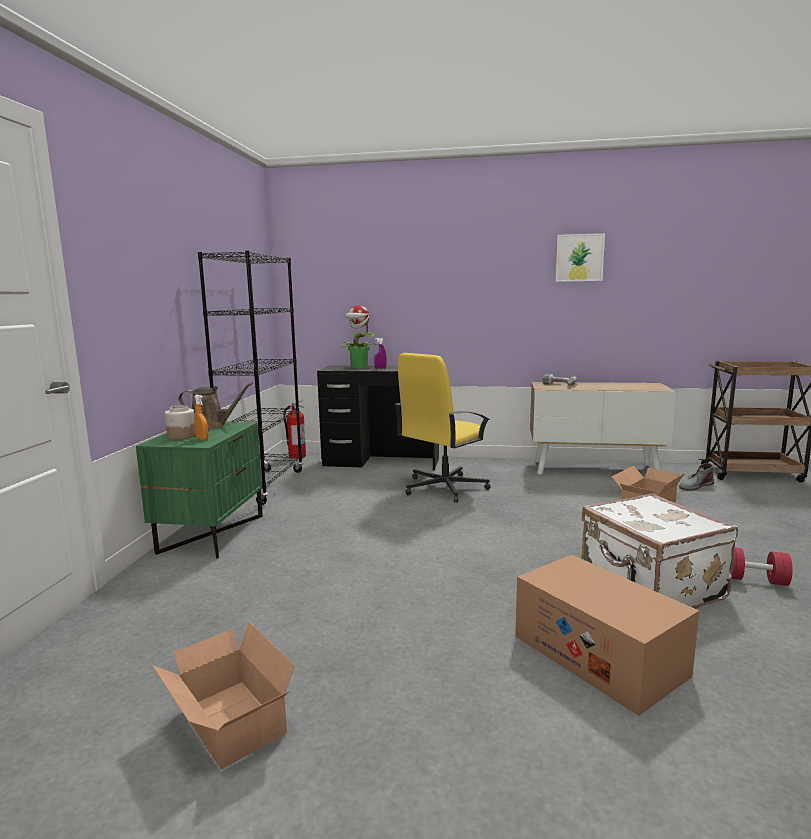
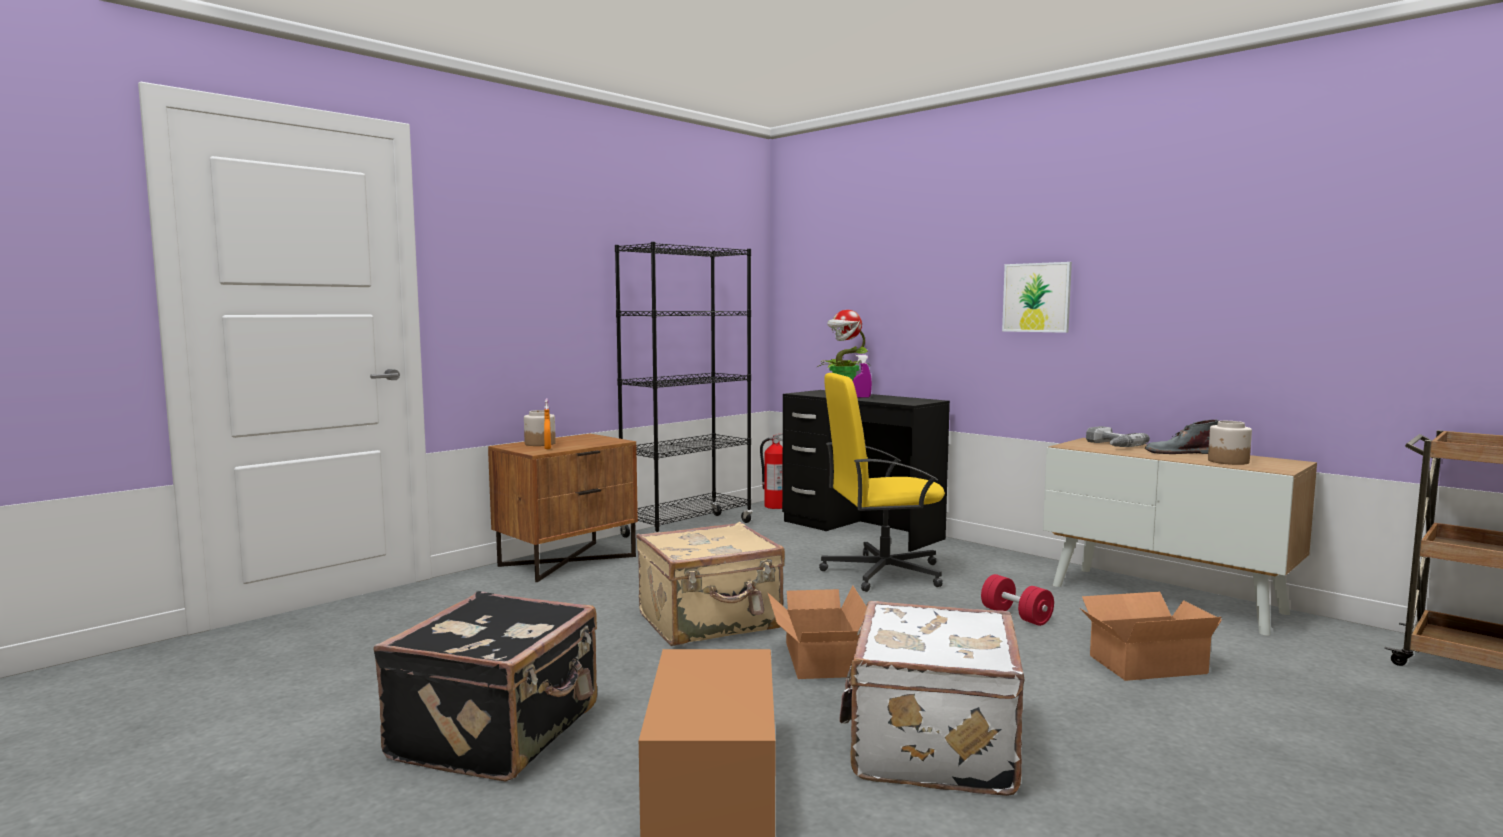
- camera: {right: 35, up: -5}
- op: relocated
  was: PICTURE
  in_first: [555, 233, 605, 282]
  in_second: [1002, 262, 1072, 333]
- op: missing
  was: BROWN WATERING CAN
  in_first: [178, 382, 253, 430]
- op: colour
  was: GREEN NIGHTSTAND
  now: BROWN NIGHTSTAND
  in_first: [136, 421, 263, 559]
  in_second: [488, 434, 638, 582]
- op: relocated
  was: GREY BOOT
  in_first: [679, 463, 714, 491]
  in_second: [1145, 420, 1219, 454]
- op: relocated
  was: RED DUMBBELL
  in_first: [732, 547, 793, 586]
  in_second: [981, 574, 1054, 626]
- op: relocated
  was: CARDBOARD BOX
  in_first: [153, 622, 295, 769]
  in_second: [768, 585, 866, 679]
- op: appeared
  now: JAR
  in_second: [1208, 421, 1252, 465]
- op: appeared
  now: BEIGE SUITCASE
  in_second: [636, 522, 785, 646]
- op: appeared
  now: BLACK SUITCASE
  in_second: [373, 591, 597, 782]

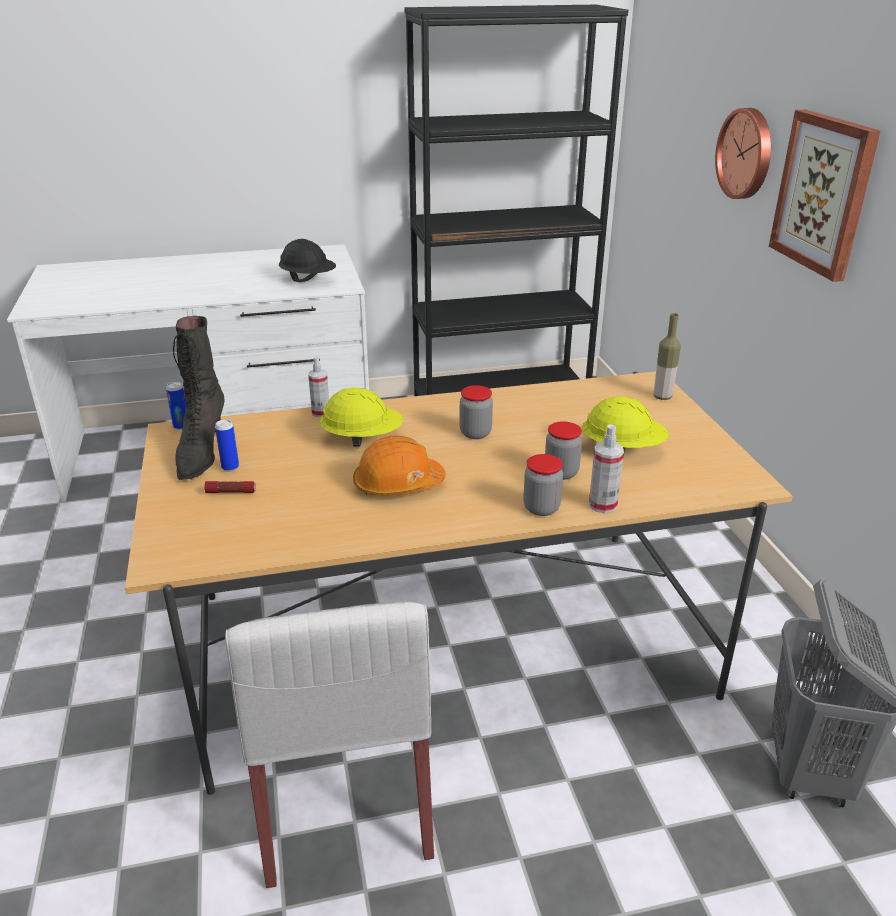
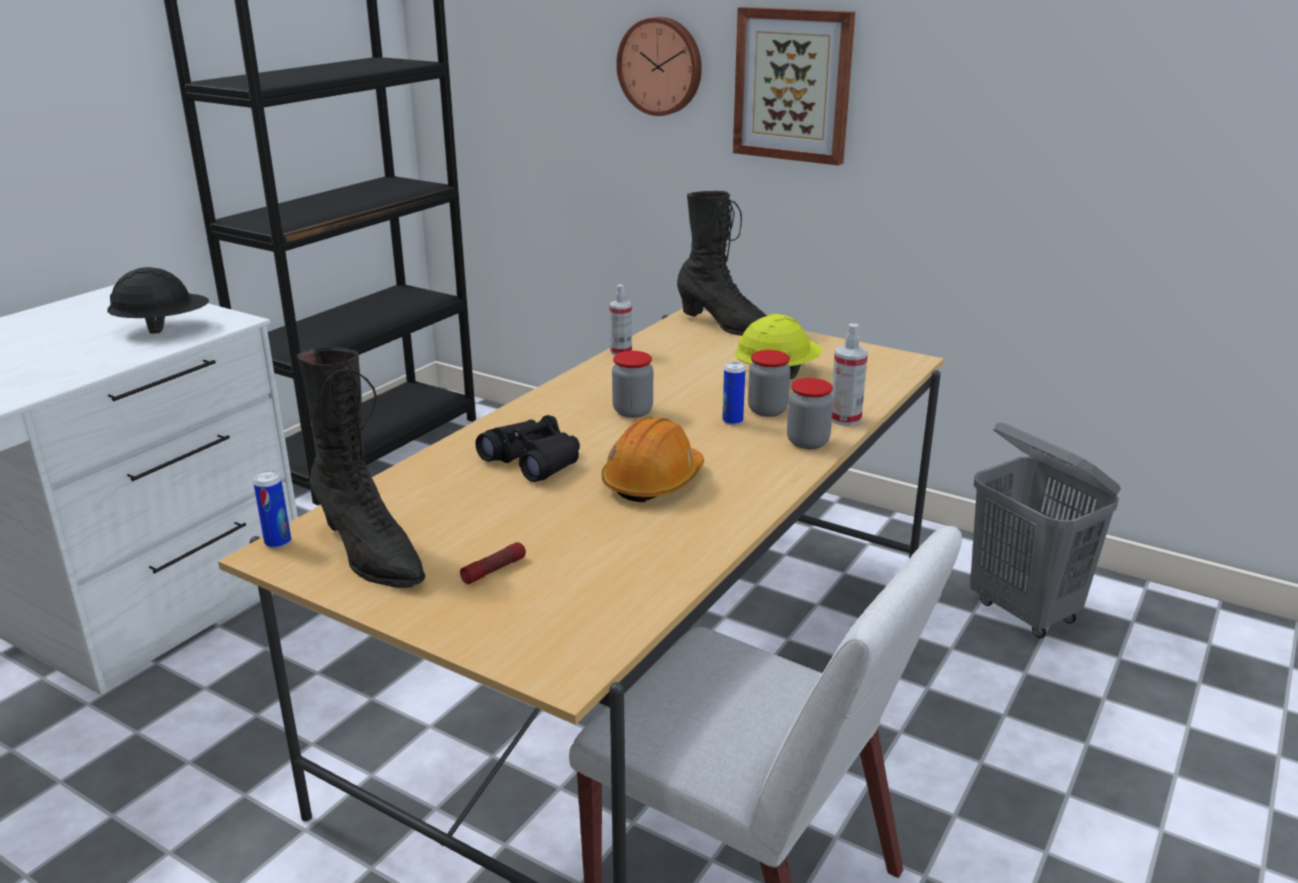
- camera: {right: -45, up: -5}
- op: exchanged
  was: BOTTLE
  now: BLACK BOOT
  in_first: [654, 313, 681, 400]
  in_second: [677, 191, 767, 336]
- op: relocated
  was: SPRAY BOTTLE
  in_first: [308, 357, 329, 417]
  in_second: [609, 284, 632, 355]
- op: exchanged
  was: YELLOW HARD HAT
  now: BLACK BINOCULARS
  in_first: [320, 387, 404, 447]
  in_second: [475, 415, 580, 482]
- op: relocated
  was: CAN
  in_first: [215, 420, 239, 471]
  in_second: [722, 362, 745, 425]

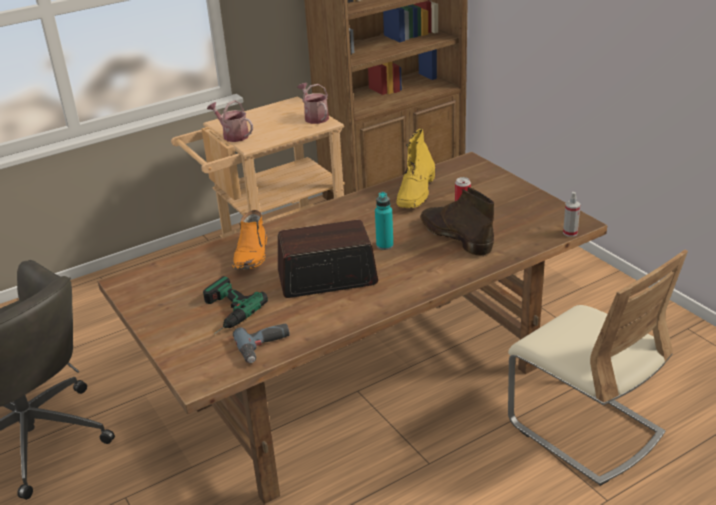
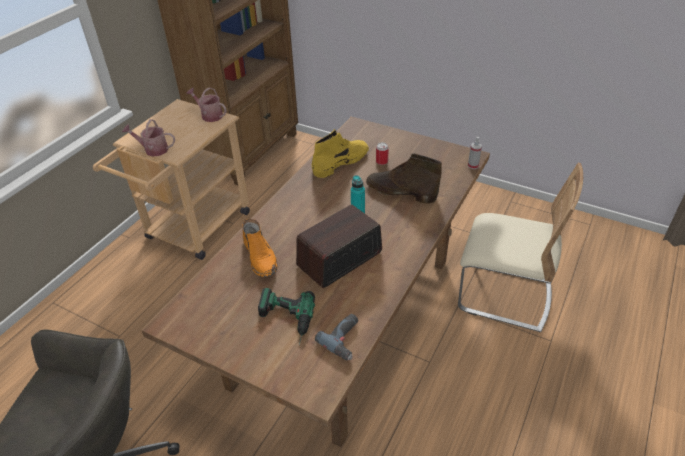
- camera: {right: -30, up: 10}
- op: spun
  was: YELLOW BOOT
  in_first: [397, 128, 435, 208]
  in_second: [312, 129, 369, 178]
  clockwise: -120

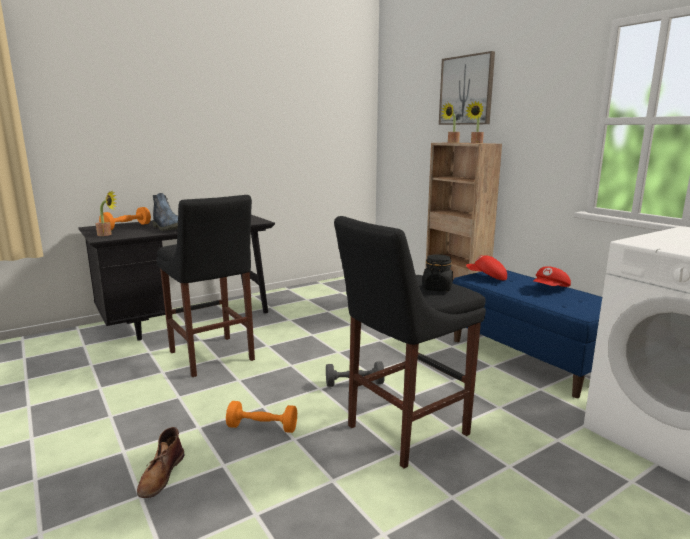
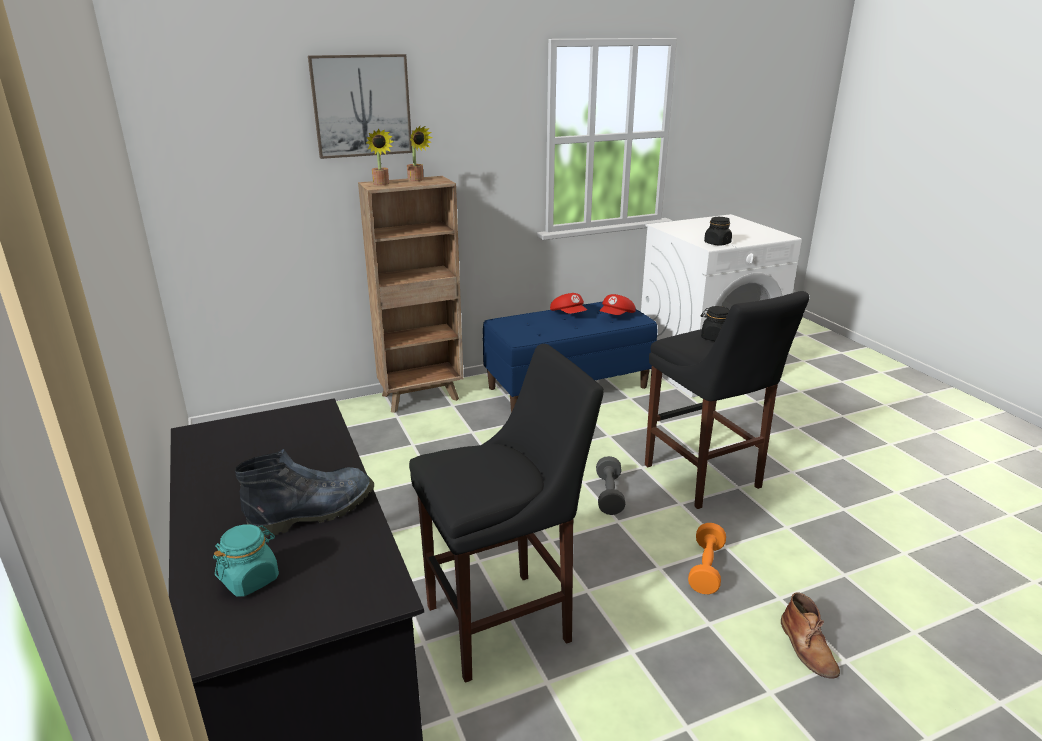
- camera: {right: -80, up: 10}
- op: missing
  was: POTTED PLANT
  in_first: [96, 190, 116, 236]
- op: exchanged
  was: ORANGE DUMBBELL
  now: TURQUOISE JAR
  in_first: [99, 207, 151, 230]
  in_second: [213, 524, 279, 597]
- op: relocated
  was: RED CAP
  in_first: [466, 255, 507, 280]
  in_second: [599, 294, 636, 315]
- op: spun
  was: BROWN BOOT
  in_first: [137, 427, 184, 498]
  in_second: [781, 592, 840, 679]
  clockwise: 60
- op: appeared
  now: BLACK JAR
  in_second: [704, 217, 732, 246]

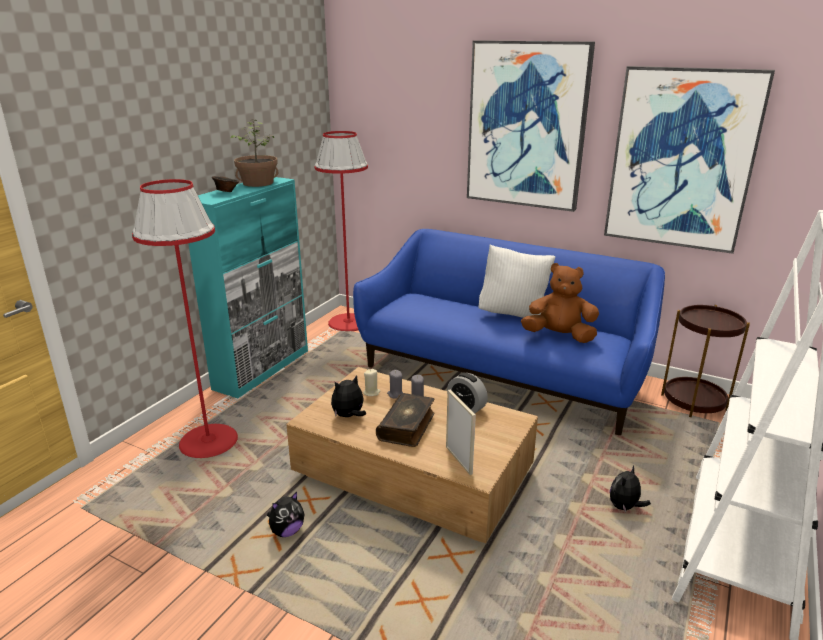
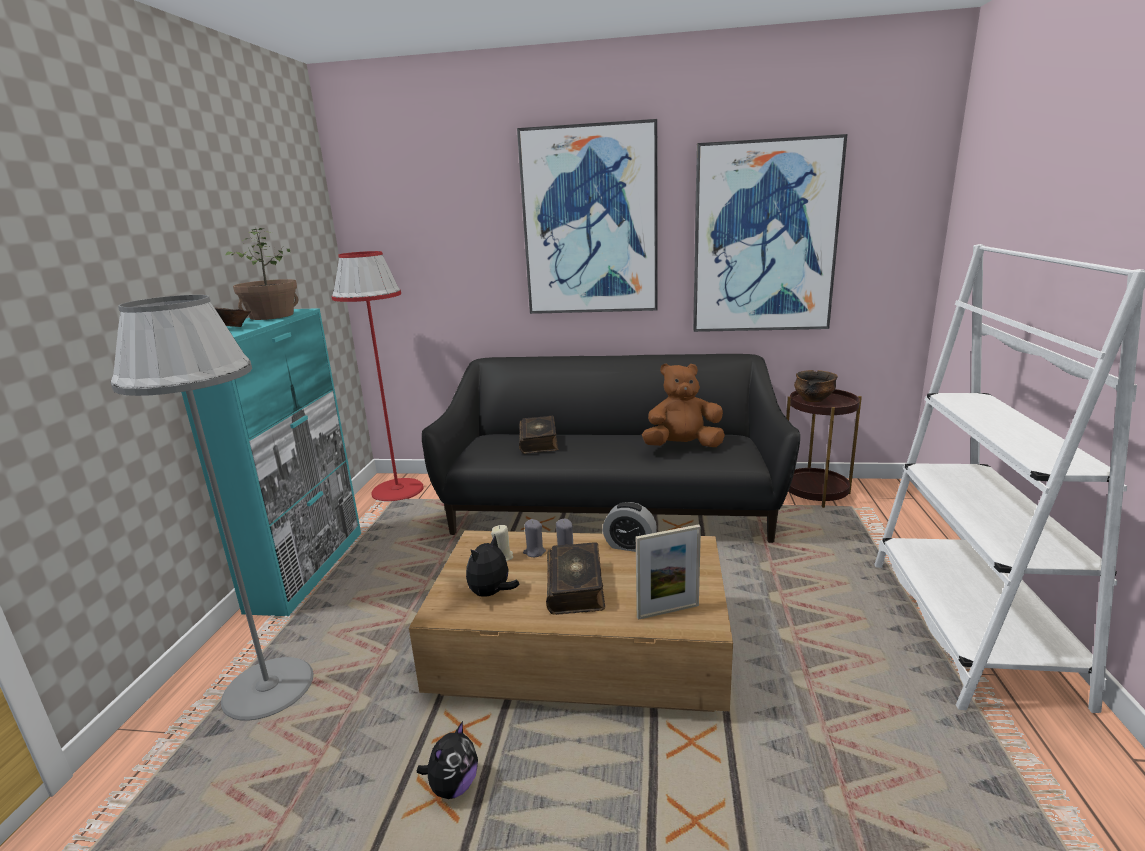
- camera: {right: -20, up: -5}
- op: colour
  was: RED FLOOR LAMP
  now: GREY FLOOR LAMP
  in_first: [132, 179, 238, 458]
  in_second: [111, 295, 313, 721]
- op: colour
  was: BLUE SOFA
  now: BLACK SOFA
  in_first: [353, 229, 665, 435]
  in_second: [422, 354, 800, 543]
- op: missing
  was: WHITE PILLOW
  in_first: [479, 245, 556, 318]
- op: spun
  was: PICTURE FRAME
  in_first: [446, 389, 476, 475]
  in_second: [636, 525, 701, 620]
  clockwise: 120
- op: missing
  was: PLUSH TOY
  in_first: [610, 465, 651, 512]
- op: appeared
  now: BOWL
  in_second: [794, 370, 838, 402]
- op: appeared
  now: BOOK
  in_second: [519, 416, 558, 454]

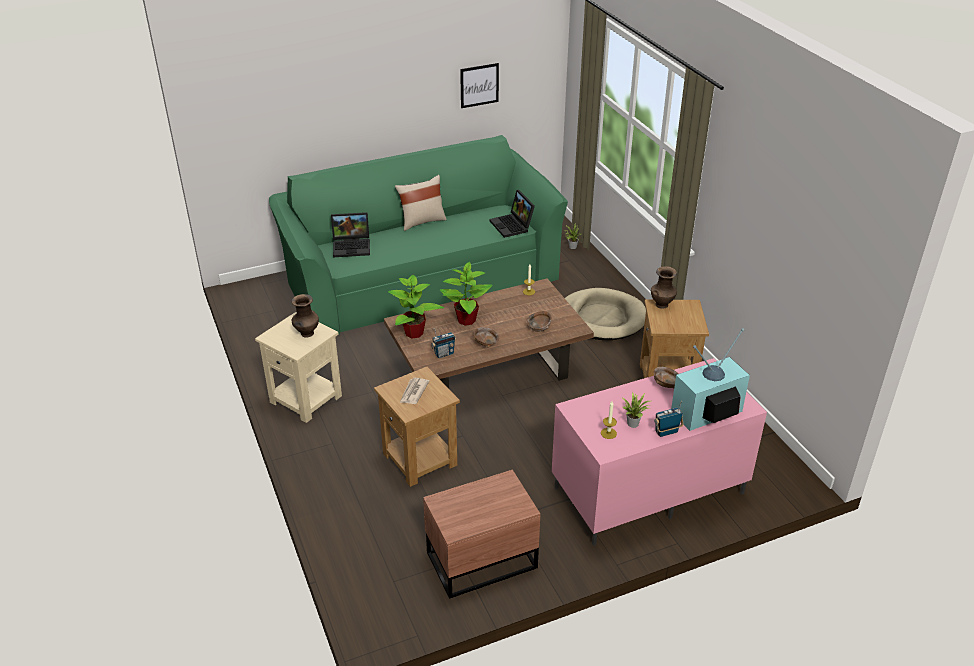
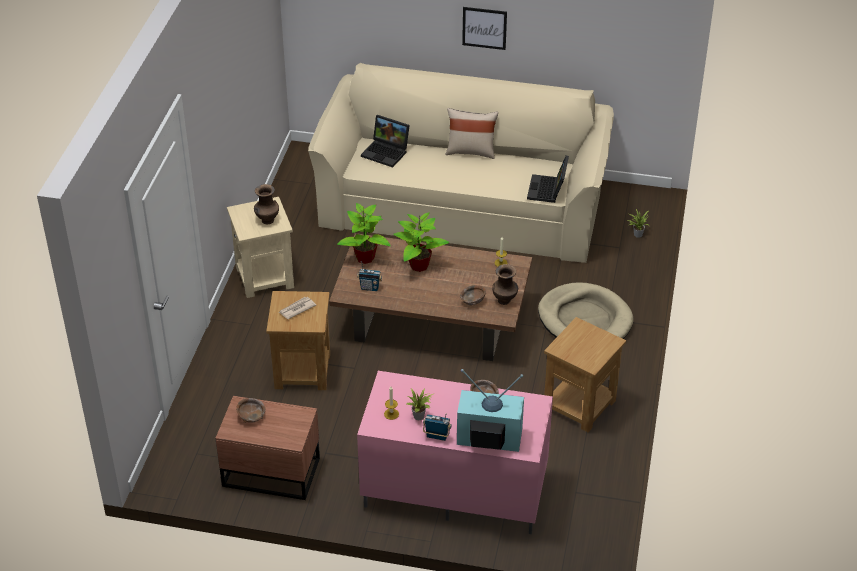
- camera: {right: 35, up: 5}
- op: relocated
  was: PICTURE
  in_first: [460, 63, 499, 108]
  in_second: [462, 7, 507, 50]
- op: colour
  was: GREEN SOFA
  now: BEIGE SOFA
  in_first: [269, 135, 568, 334]
  in_second: [308, 63, 614, 263]
- op: relocated
  was: BROWN VASE
  in_first: [651, 266, 677, 309]
  in_second: [492, 264, 518, 305]
- op: relocated
  was: BROWN BOWL
  in_first: [473, 327, 499, 348]
  in_second: [236, 398, 265, 423]

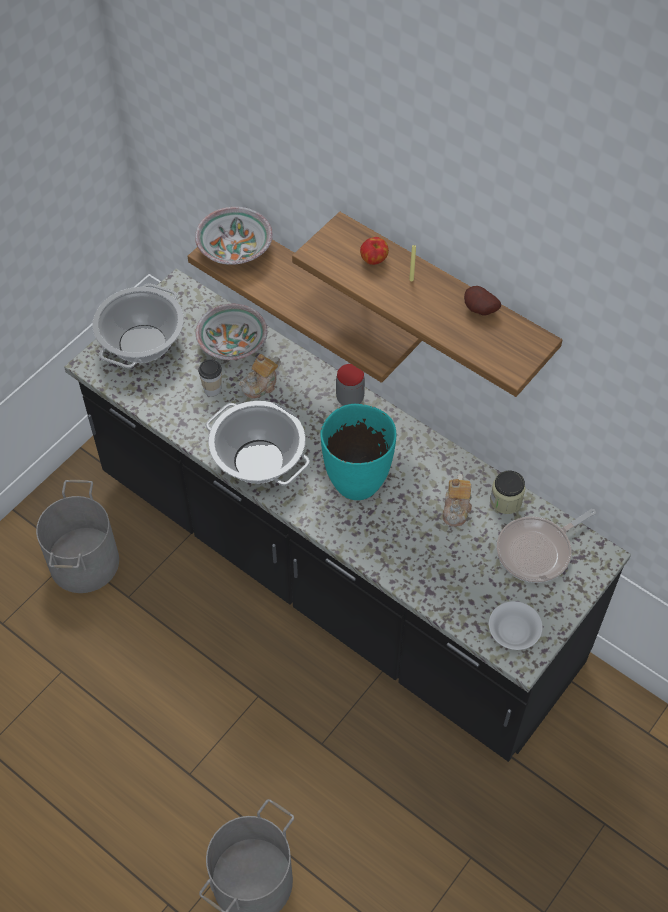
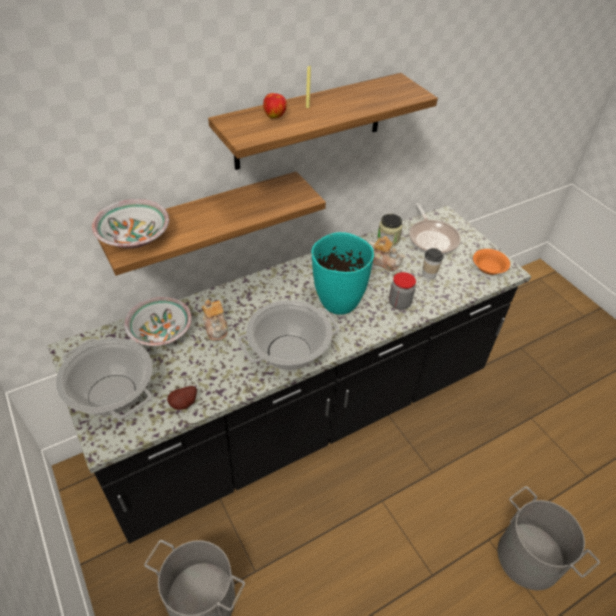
- camera: {right: -70, up: -10}
- op: relocated
  was: POTATO
  in_first: [464, 286, 501, 316]
  in_second: [167, 386, 197, 410]
- op: relocated
  was: CUP
  in_first: [198, 359, 222, 396]
  in_second: [422, 248, 443, 279]
- op: relocated
  was: JAR
  in_first: [336, 364, 365, 406]
  in_second: [389, 272, 416, 310]
- op: colour
  was: WHITE BOWL
  now: ORANGE BOWL
  in_first: [489, 601, 542, 650]
  in_second: [473, 249, 510, 275]

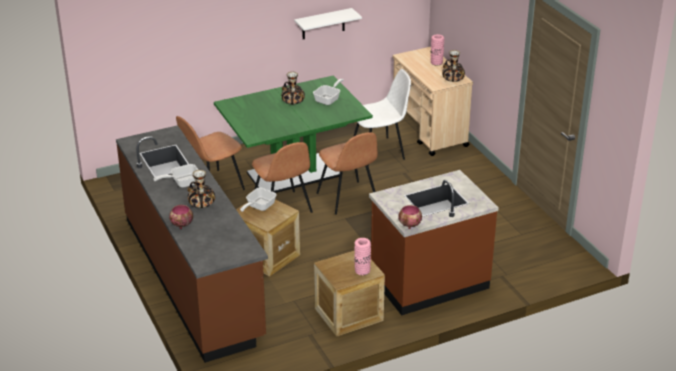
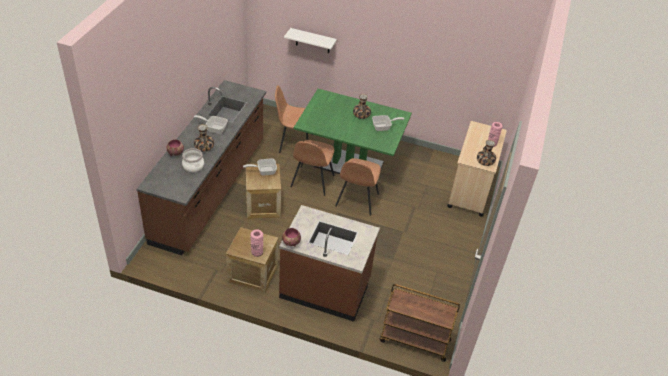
- camera: {right: 40, up: 10}
- op: relocated
  was: WHITE SHELF
  in_first: [294, 8, 362, 39]
  in_second: [284, 28, 337, 53]
- op: missing
  was: WHITE CHAIR
  in_first: [353, 69, 411, 167]
- op: appeared
  now: COOKING POT
  in_second: [182, 148, 204, 172]
- op: appeared
  now: BROWN CART
  in_second: [380, 284, 460, 362]

